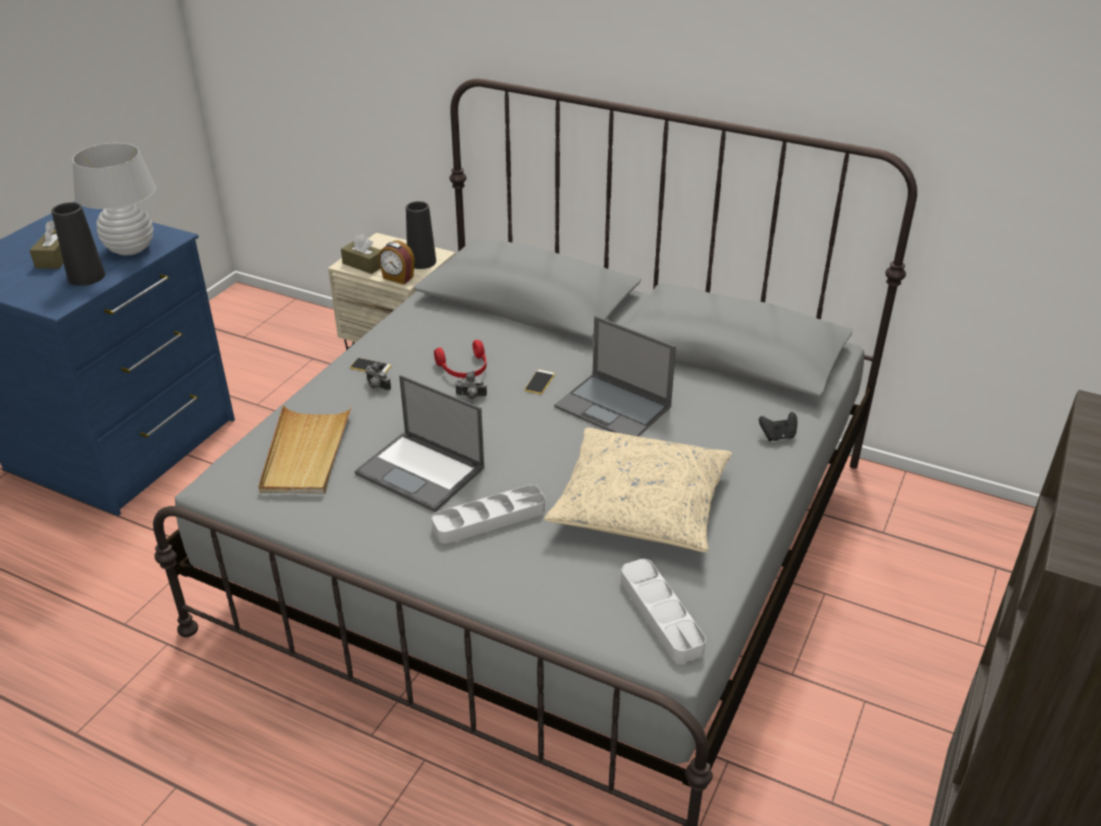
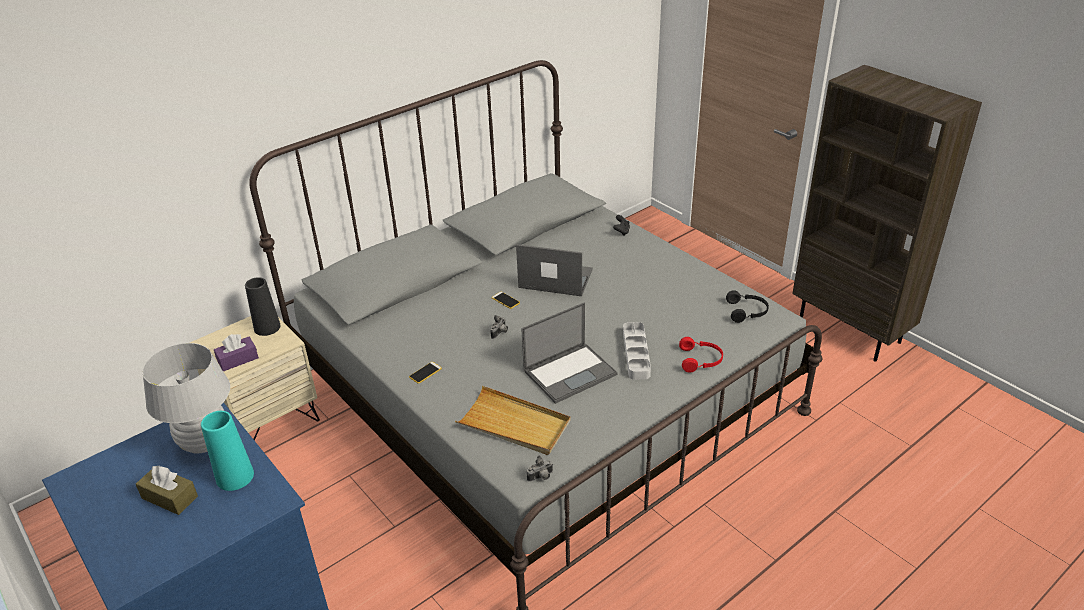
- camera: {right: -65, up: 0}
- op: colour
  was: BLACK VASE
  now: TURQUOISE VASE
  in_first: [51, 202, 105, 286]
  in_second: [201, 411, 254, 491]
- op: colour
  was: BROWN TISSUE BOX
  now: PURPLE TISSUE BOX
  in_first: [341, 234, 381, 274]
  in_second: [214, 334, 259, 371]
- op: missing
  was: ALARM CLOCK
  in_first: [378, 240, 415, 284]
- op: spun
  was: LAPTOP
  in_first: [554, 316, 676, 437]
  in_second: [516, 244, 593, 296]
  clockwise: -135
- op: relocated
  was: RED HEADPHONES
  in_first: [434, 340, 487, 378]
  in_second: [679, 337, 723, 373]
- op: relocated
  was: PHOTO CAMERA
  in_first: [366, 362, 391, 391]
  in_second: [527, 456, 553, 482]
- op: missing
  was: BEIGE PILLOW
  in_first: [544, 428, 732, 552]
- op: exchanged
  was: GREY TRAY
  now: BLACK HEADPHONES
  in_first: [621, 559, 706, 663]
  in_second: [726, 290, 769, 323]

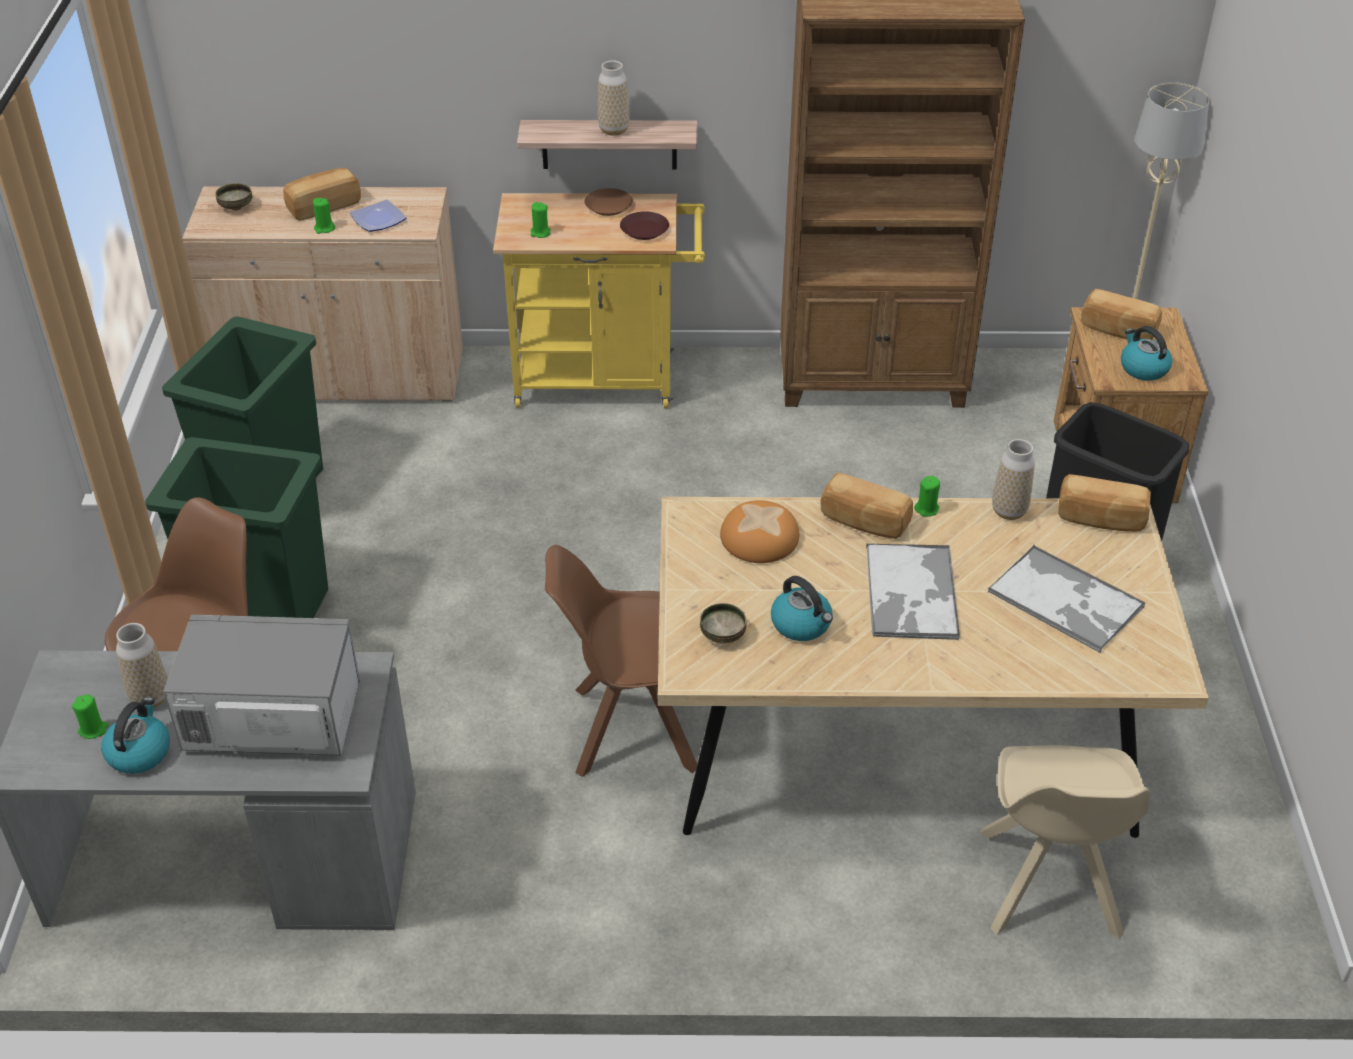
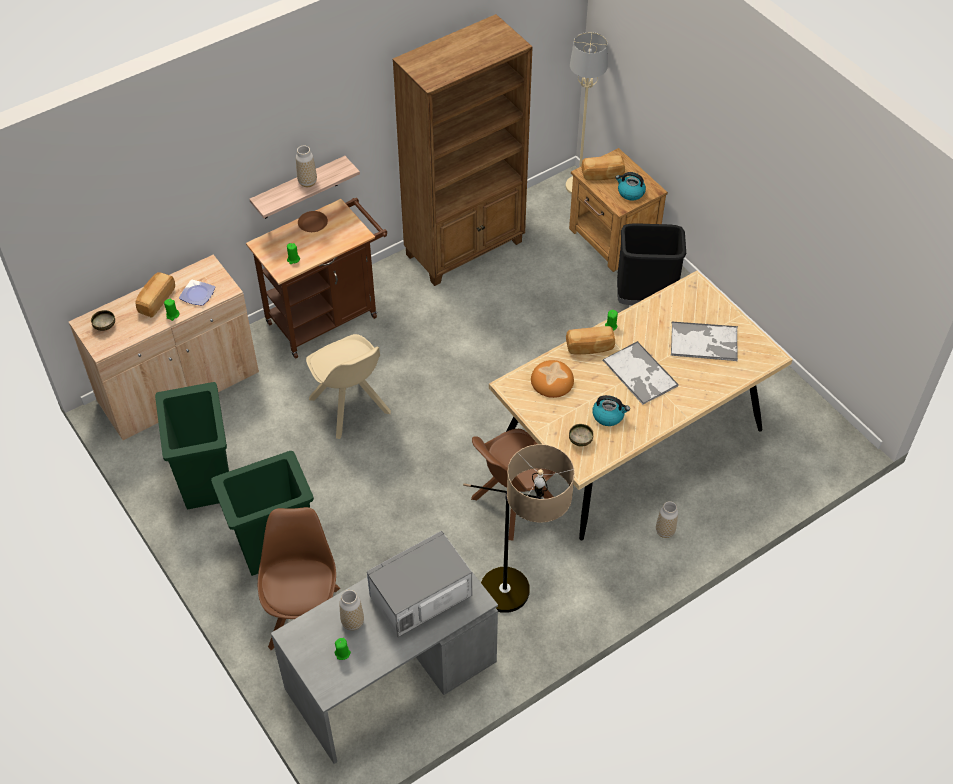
- camera: {right: -35, up: 10}
- op: colour
  was: YELLOW CART
  now: BROWN CART
  in_first: [493, 193, 705, 408]
  in_second: [246, 198, 387, 359]
- op: missing
  was: BROWN PLATE
  in_first: [620, 211, 669, 240]
- op: relocated
  was: VASE
  in_first: [992, 439, 1035, 520]
  in_second: [656, 501, 678, 538]
- op: missing
  was: BREAD
  in_first: [1058, 474, 1151, 532]
- op: missing
  was: KETTLE
  in_first: [101, 697, 170, 774]
- op: relocated
  was: BEIGE CHAIR
  in_first: [980, 745, 1150, 939]
  in_second: [306, 334, 391, 439]
- op: appeared
  now: FLOOR LAMP
  in_second: [463, 444, 575, 613]

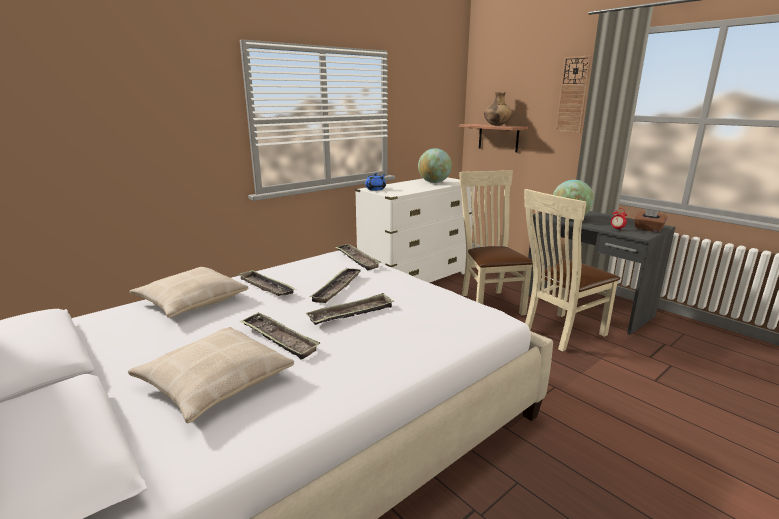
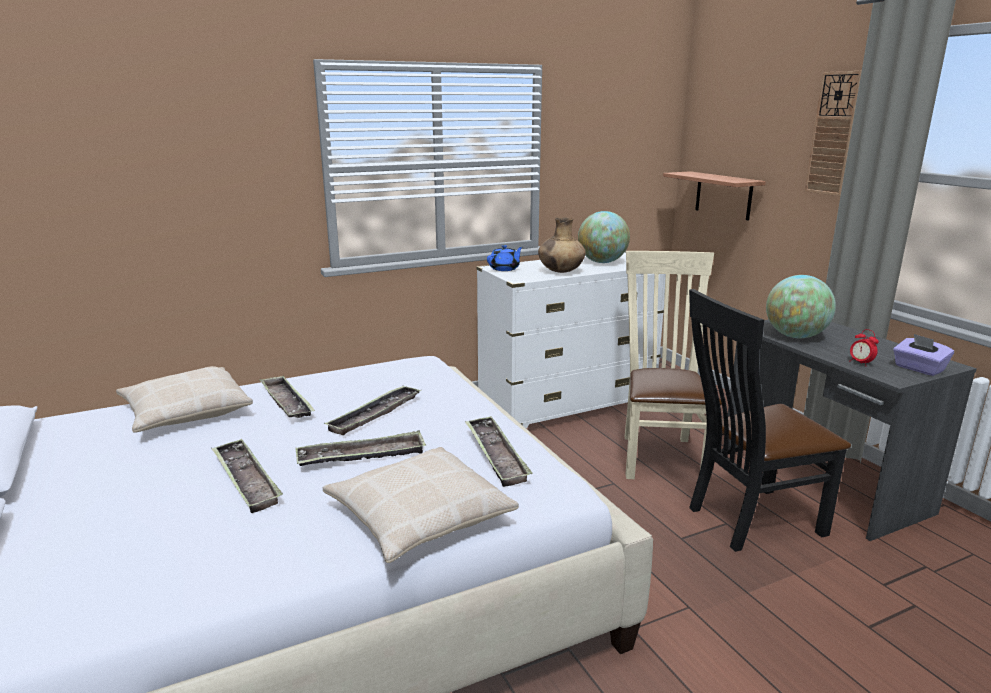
- camera: {right: 15, up: 0}
- op: relocated
  was: BROWN VASE
  in_first: [484, 92, 512, 126]
  in_second: [538, 217, 586, 273]
- op: colour
  was: BEIGE CHAIR
  now: BLACK CHAIR
  in_first: [524, 189, 620, 352]
  in_second: [689, 289, 851, 552]
- op: colour
  was: BROWN TISSUE BOX
  now: PURPLE TISSUE BOX
  in_first: [634, 209, 668, 232]
  in_second: [893, 334, 954, 376]
- op: relocated
  was: TRAY
  in_first: [335, 244, 381, 271]
  in_second: [465, 416, 532, 487]
- op: relocated
  was: BEIGE PILLOW
  in_first: [128, 327, 294, 423]
  in_second: [323, 447, 519, 563]

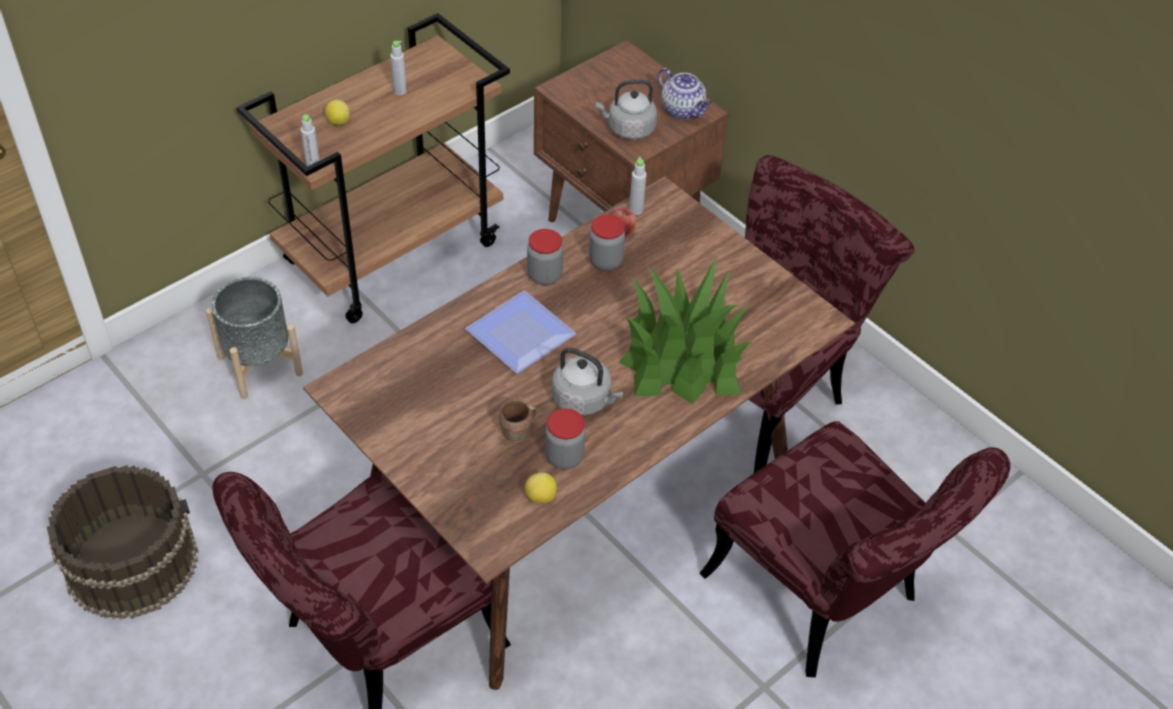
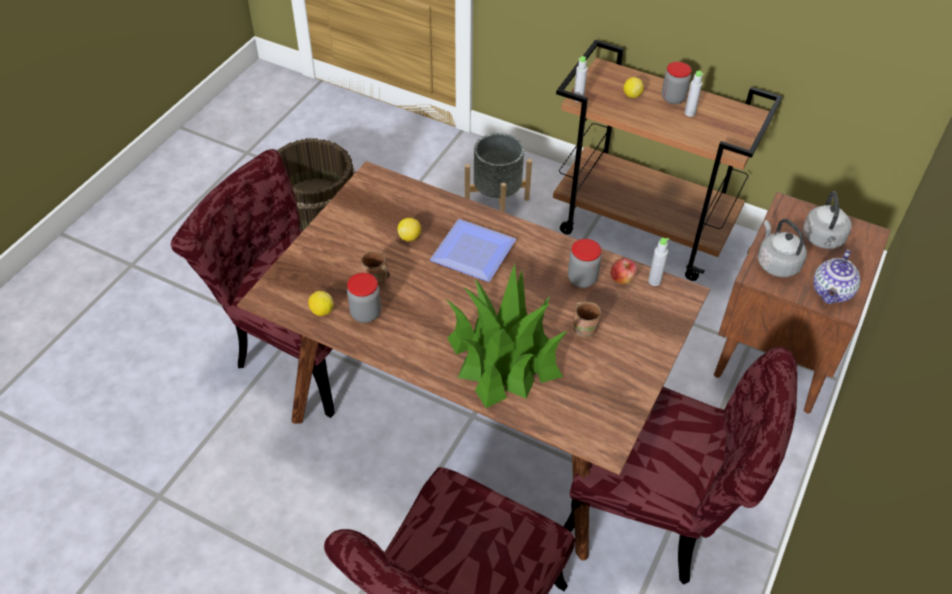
- camera: {right: 70, up: 0}
- op: relocated
  was: JAR
  in_first: [527, 229, 563, 285]
  in_second: [662, 62, 692, 104]
- op: relocated
  was: GREY KETTLE
  in_first: [552, 348, 623, 416]
  in_second: [803, 191, 852, 249]
- op: appeared
  now: LEMON
  in_second: [397, 218, 421, 241]
- op: appeared
  now: BROWN MUG
  in_second: [573, 301, 602, 338]

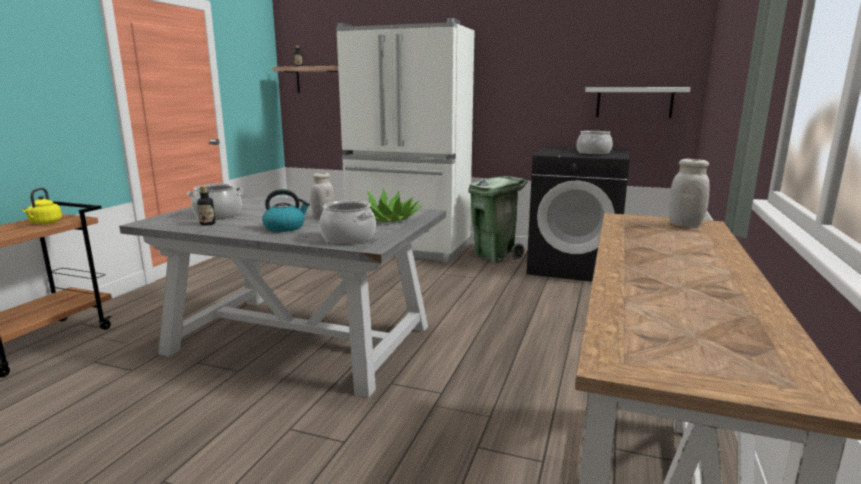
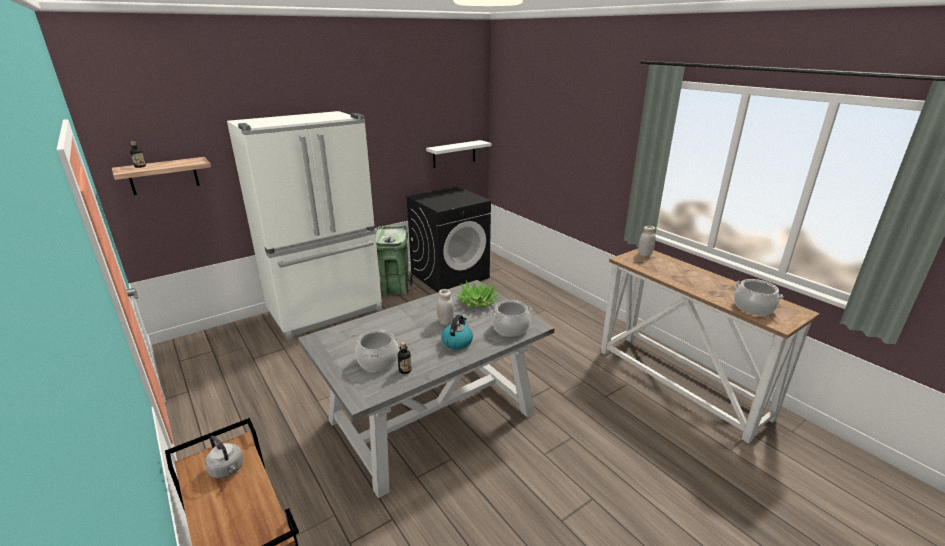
- camera: {right: -55, up: 10}
- op: relocated
  was: COOKING POT
  in_first: [577, 131, 613, 155]
  in_second: [734, 279, 783, 316]
- op: colour
  was: YELLOW KETTLE
  now: GREY KETTLE
  in_first: [22, 188, 62, 224]
  in_second: [205, 436, 243, 479]

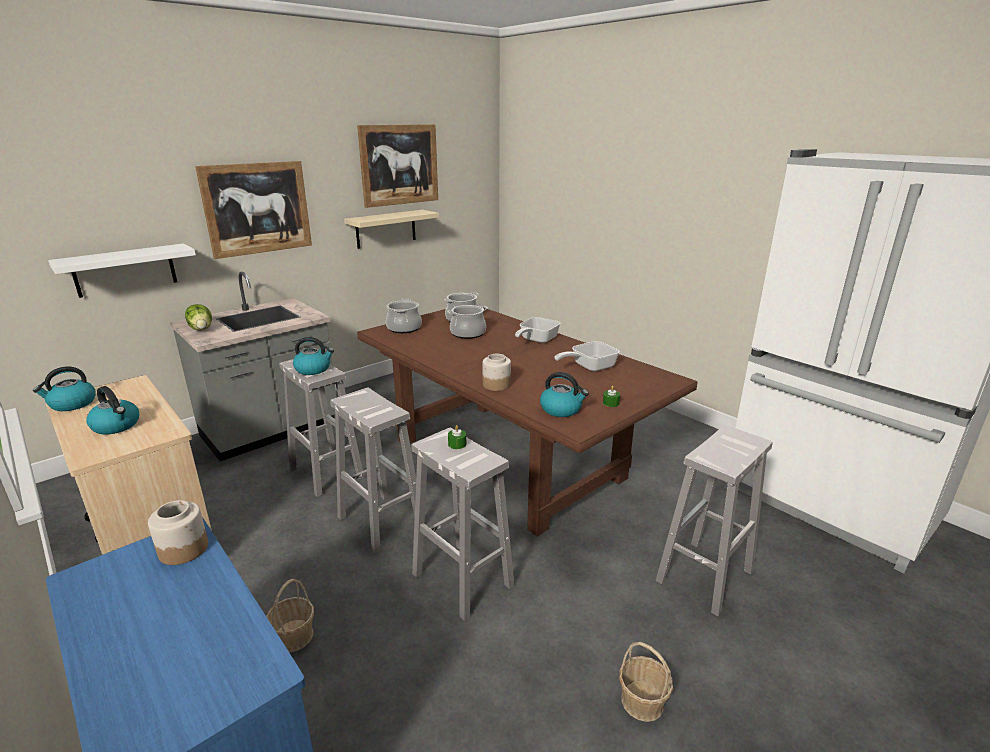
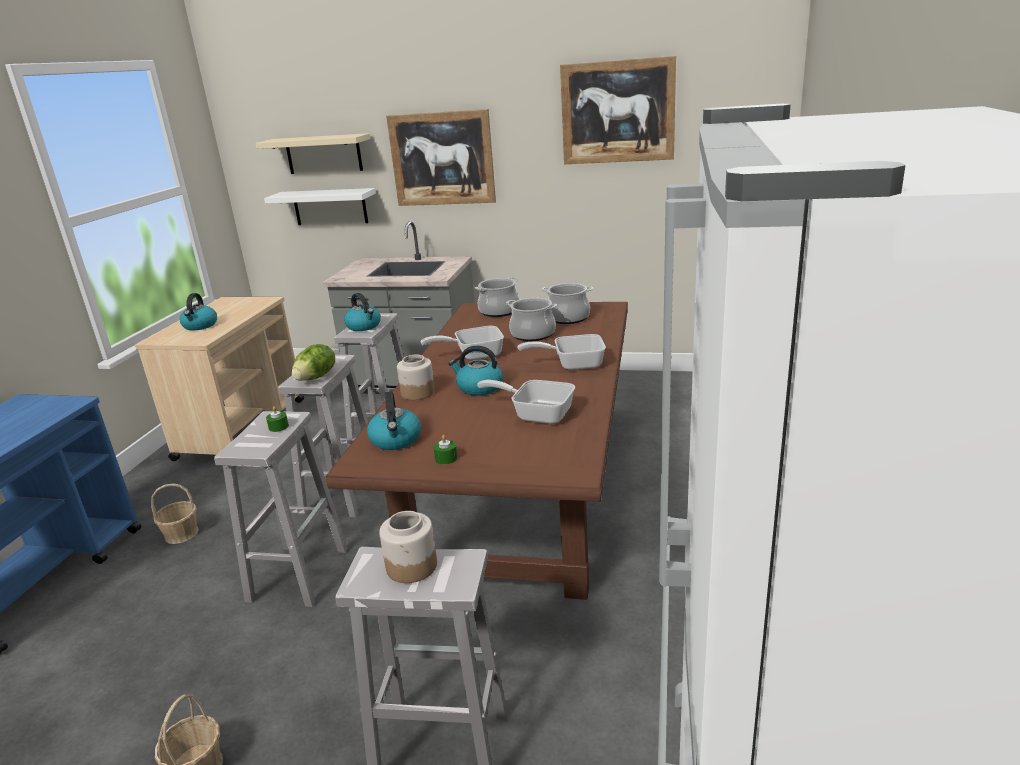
- camera: {right: 55, up: 0}
- op: relocated
  was: BEIGE SHELF
  in_first: [344, 210, 439, 249]
  in_second: [255, 133, 371, 174]
- op: relocated
  was: LETTUCE
  in_first: [185, 304, 212, 331]
  in_second: [292, 344, 335, 381]
- op: relocated
  was: KETTLE
  in_first: [33, 366, 96, 411]
  in_second: [449, 346, 503, 396]
- op: relocated
  was: JAR
  in_first: [148, 500, 208, 565]
  in_second: [379, 511, 437, 583]
- op: appeared
  now: FRYING PAN
  in_second: [420, 326, 504, 360]

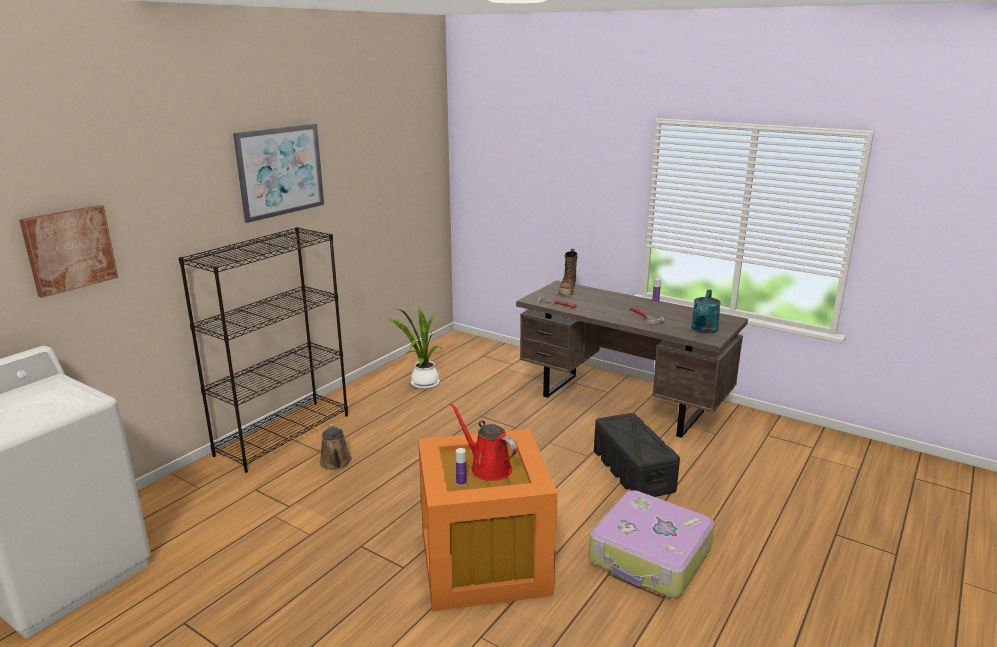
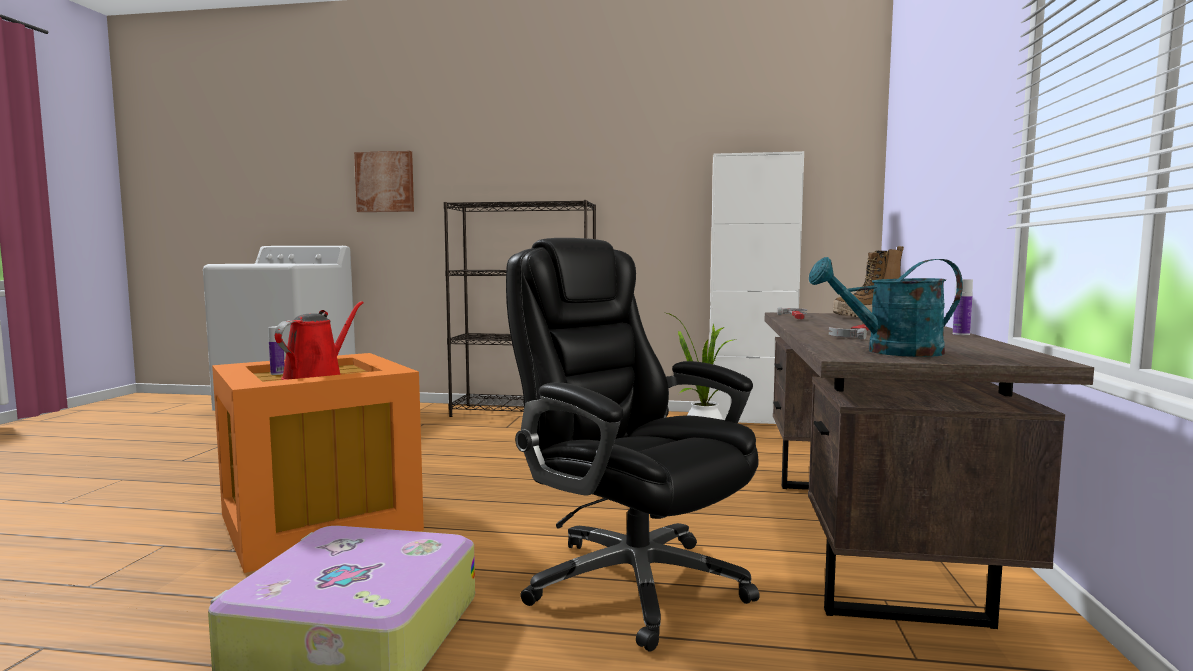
- camera: {right: 65, up: -15}
- op: missing
  was: PICTURE
  in_first: [233, 124, 324, 223]
- op: exchanged
  was: BLACK STORAGE BOX
  now: BLACK OFFICE CHAIR
  in_first: [594, 413, 680, 497]
  in_second: [506, 238, 760, 652]
- op: missing
  was: BROWN WATERING CAN
  in_first: [320, 423, 352, 470]
- op: appeared
  now: WHITE CABINET
  in_second: [708, 151, 804, 424]

